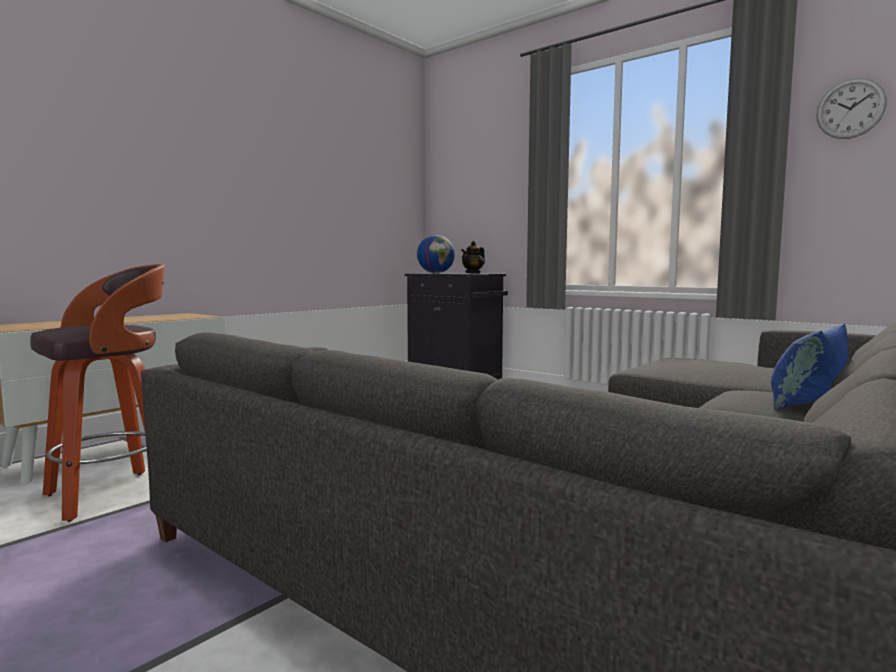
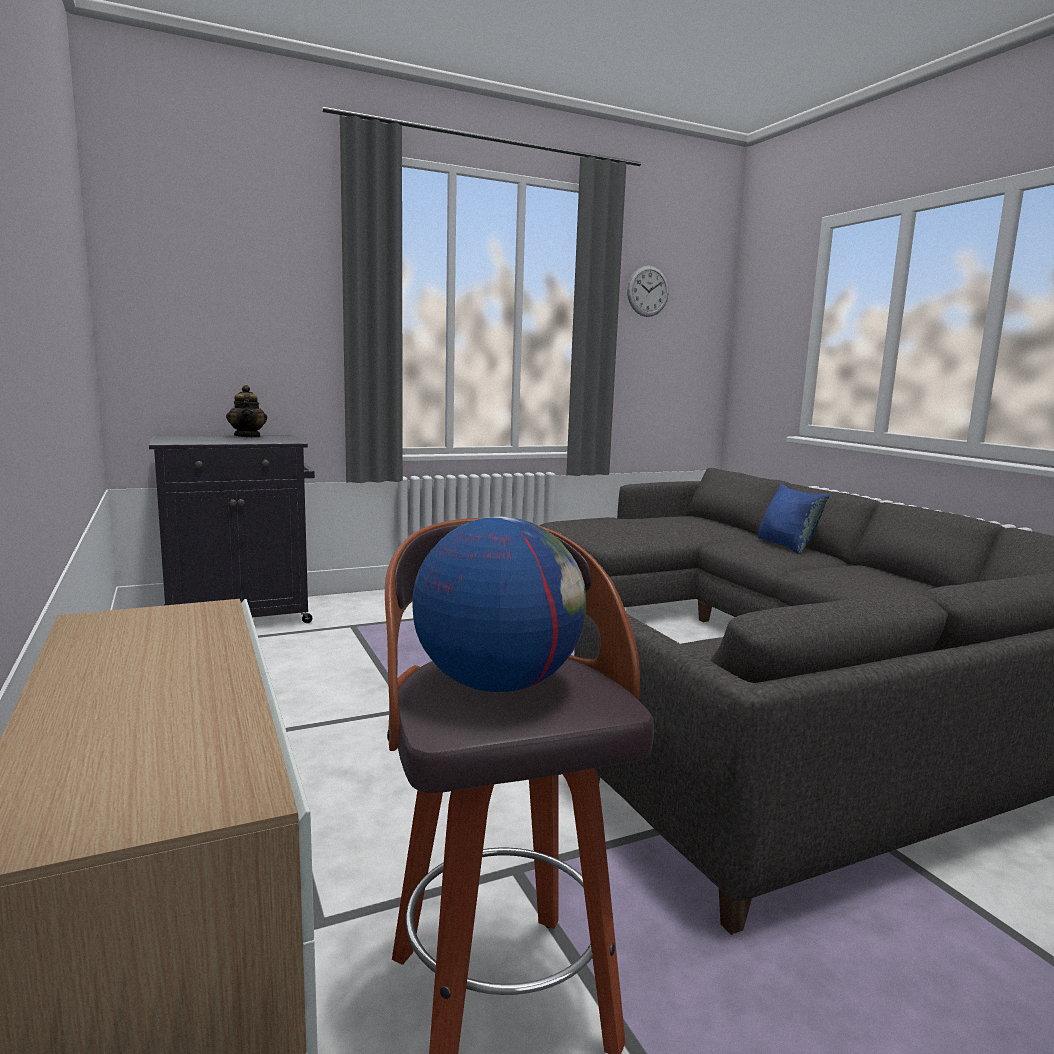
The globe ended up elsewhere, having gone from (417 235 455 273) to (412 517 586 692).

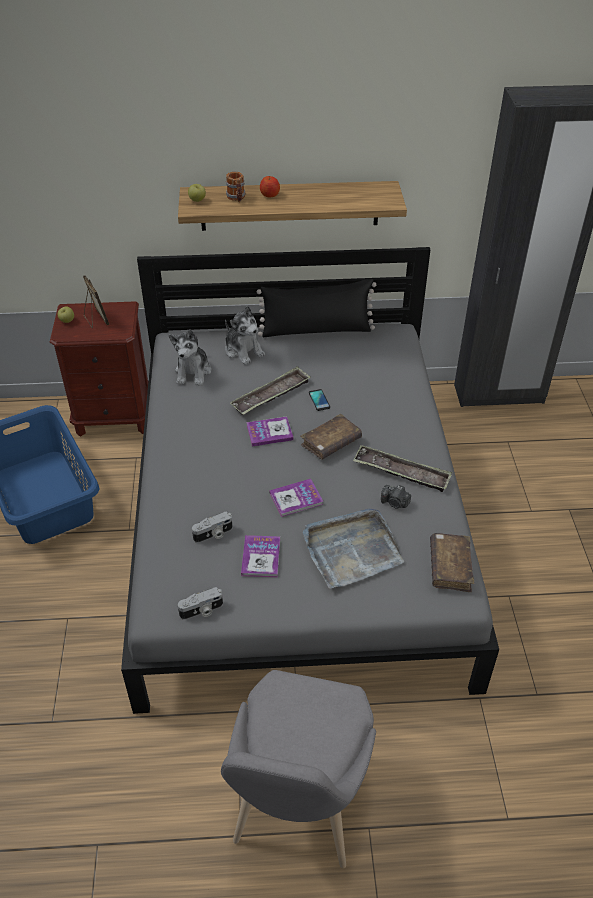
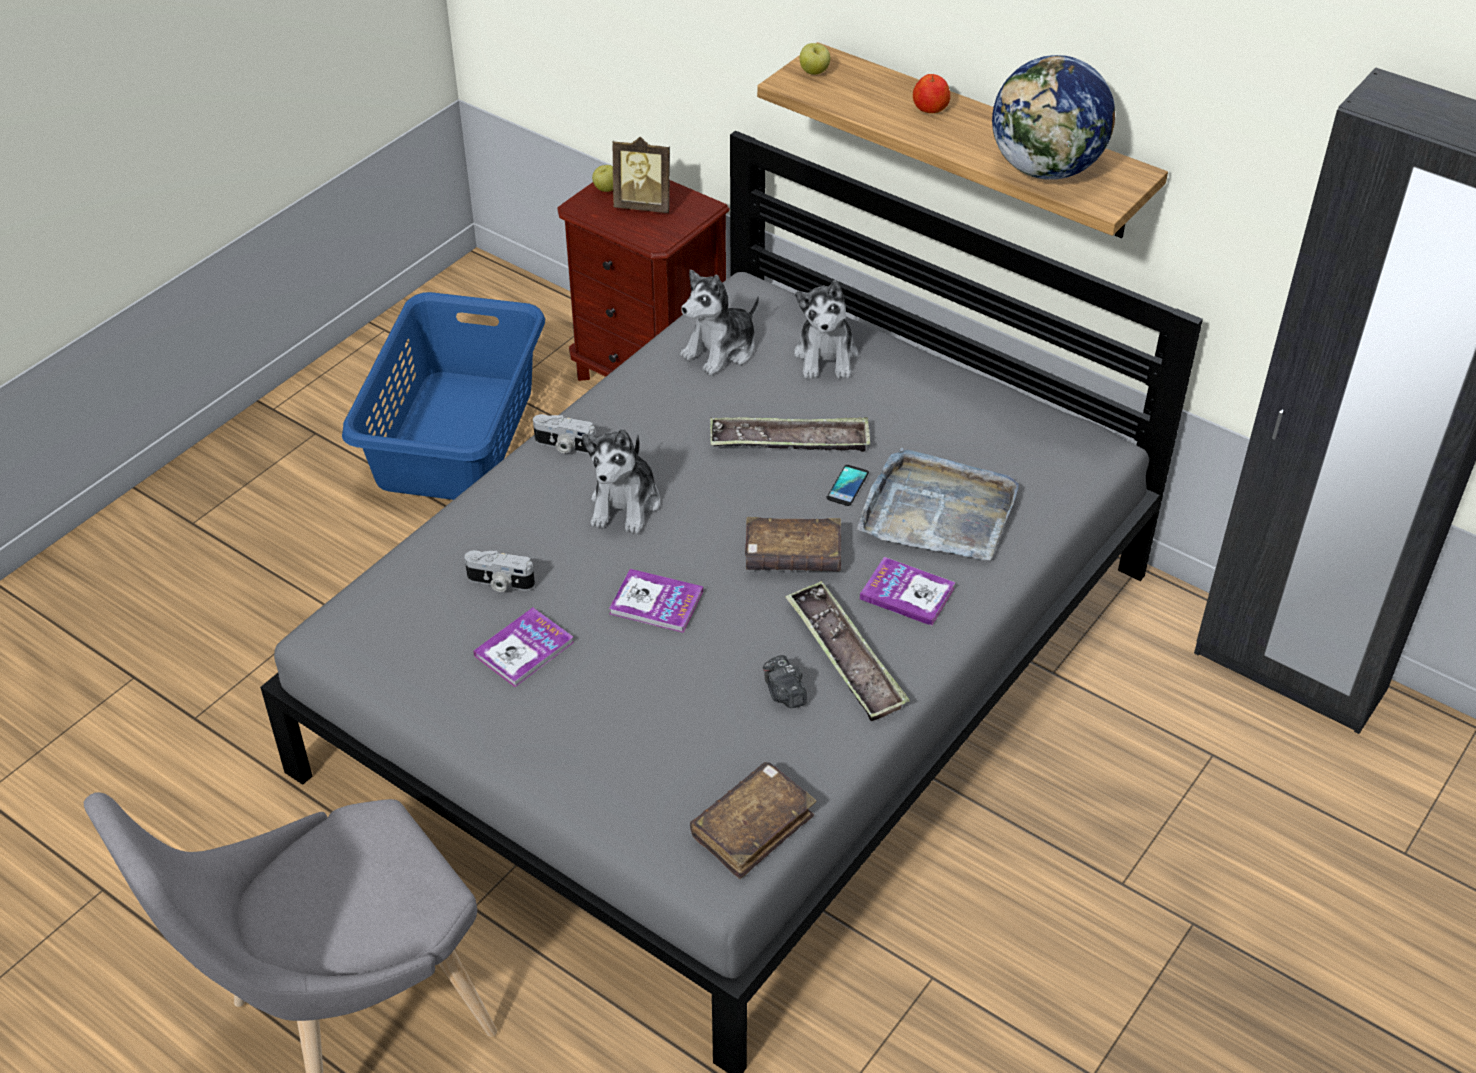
The second view lost the mug at (226 172 246 202). The second view lost the black pillow at (257 278 376 337). The second view gained the plush toy at (582 429 660 534). The second view gained the globe at (992 55 1115 180). The photo camera ended up elsewhere, having gone from (178 587 223 620) to (533 414 596 454). The book ended up elsewhere, having gone from (246 416 294 447) to (860 557 955 626). The grey tray ended up elsewhere, having gone from (303 508 404 589) to (857 448 1019 560). The picture frame at (83 275 109 328) ended up facing another way, 90 degrees clockwise from before.

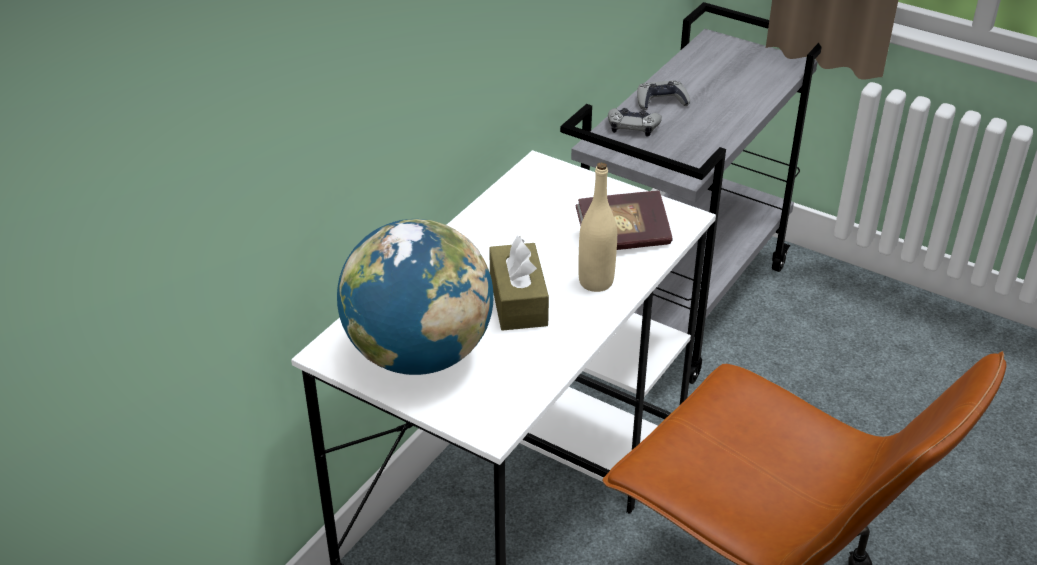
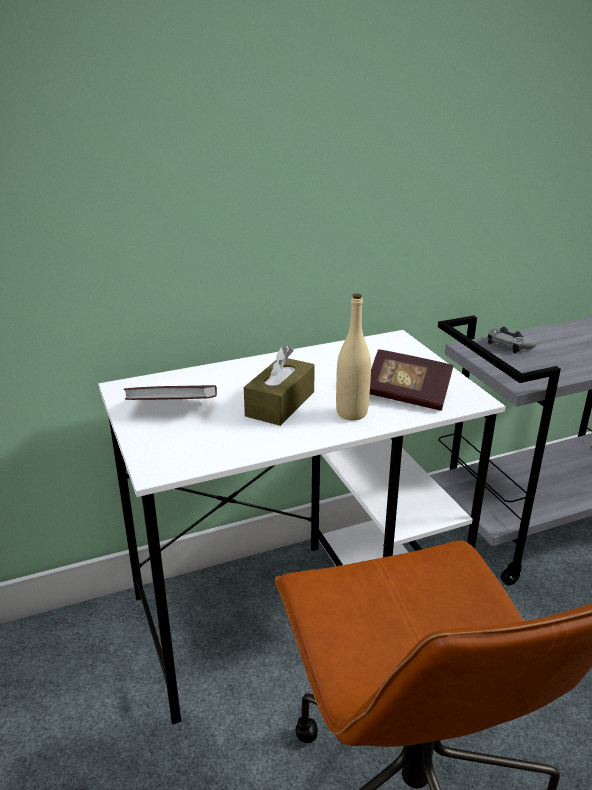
The second view lost the grey game controller at (637 81 690 110). Where the globe stood at (337 219 494 375), the book came to stand at (124 385 217 400).

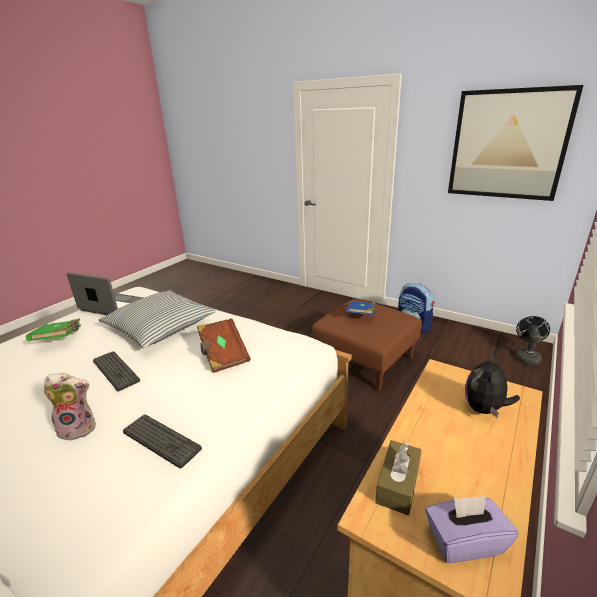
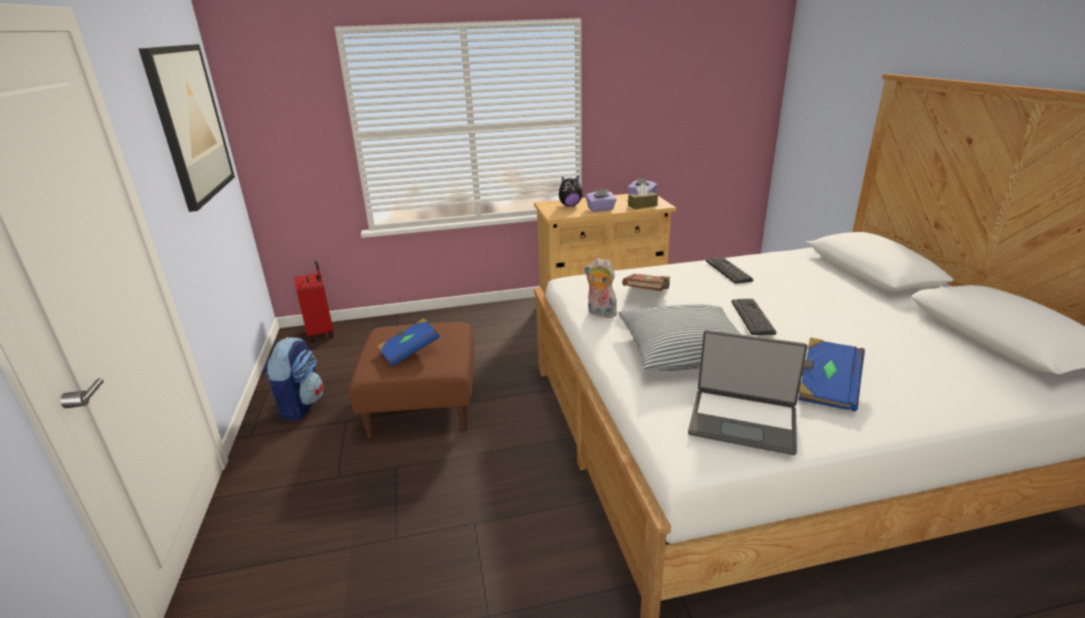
The second view gained the purple tissue box at (586 189 617 212). The plush toy ended up elsewhere, having gone from (44 372 96 440) to (584 258 617 318). Where the black fan stood at (516 316 550 365), the red suitcase came to stand at (294 261 334 342). What was the green book at (26 318 81 341) turned into the blue book at (798 338 865 412). The laptop at (67 272 143 315) ended up facing another way, 45 degrees counterclockwise from before.

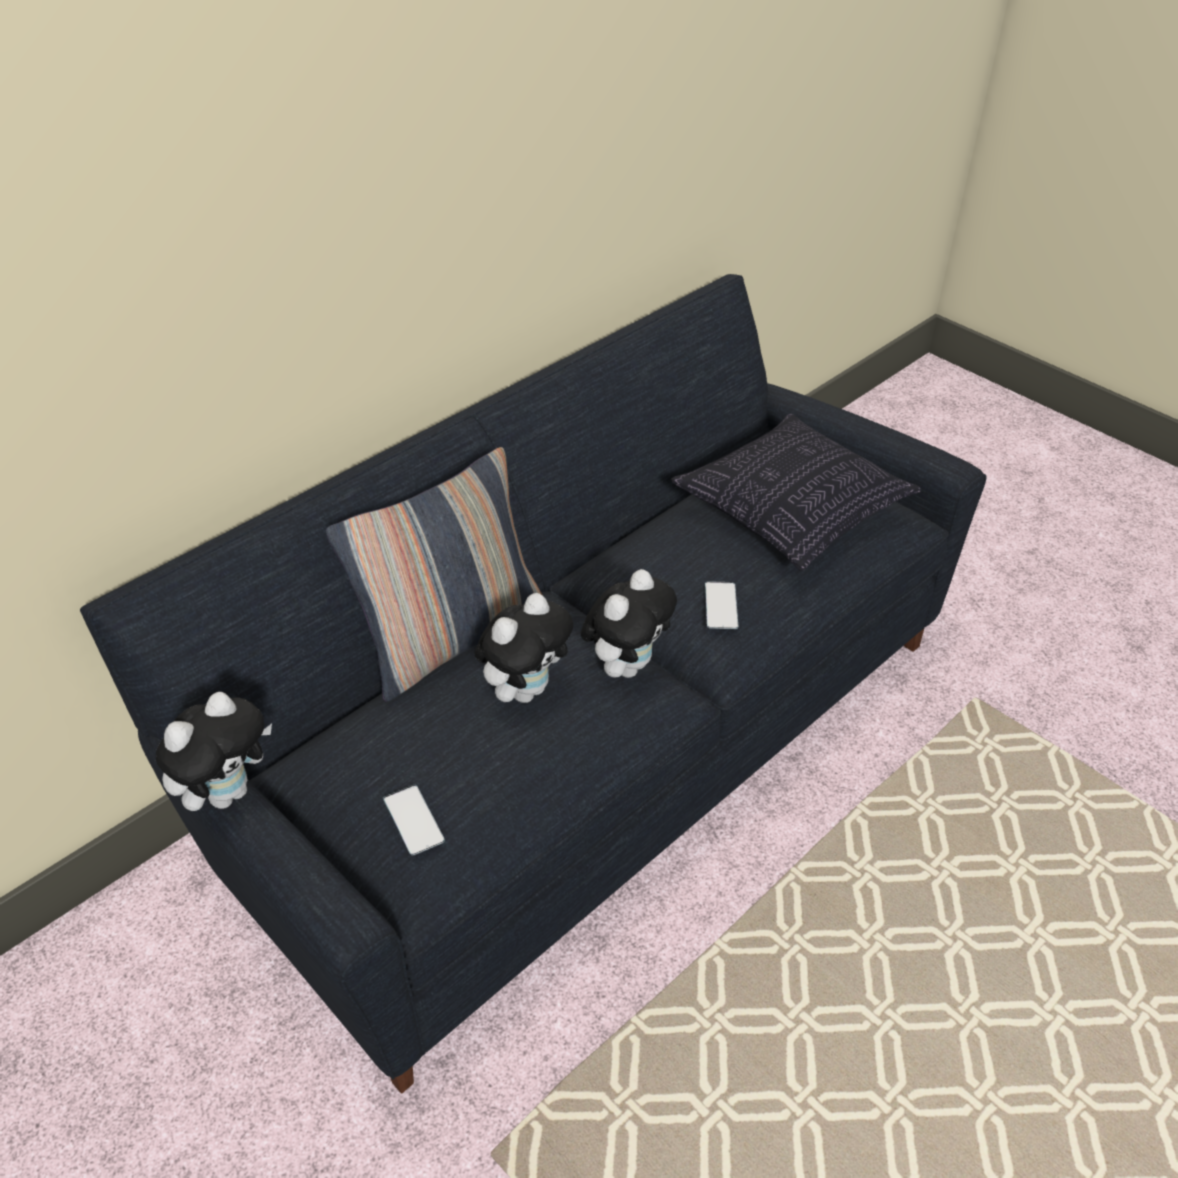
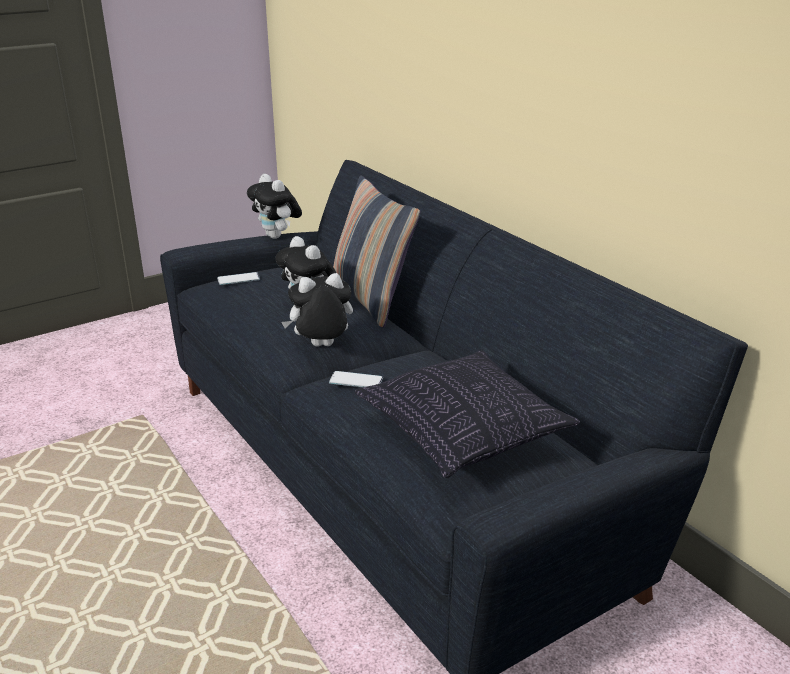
The plush toy at (581 569 677 678) ended up facing another way, 120 degrees clockwise from before.

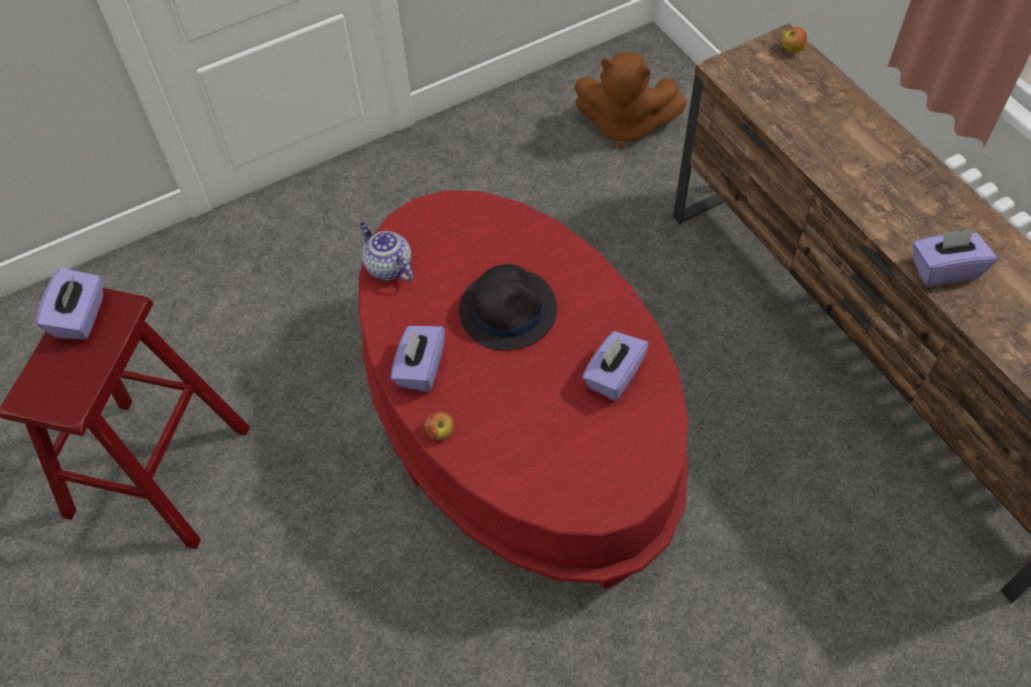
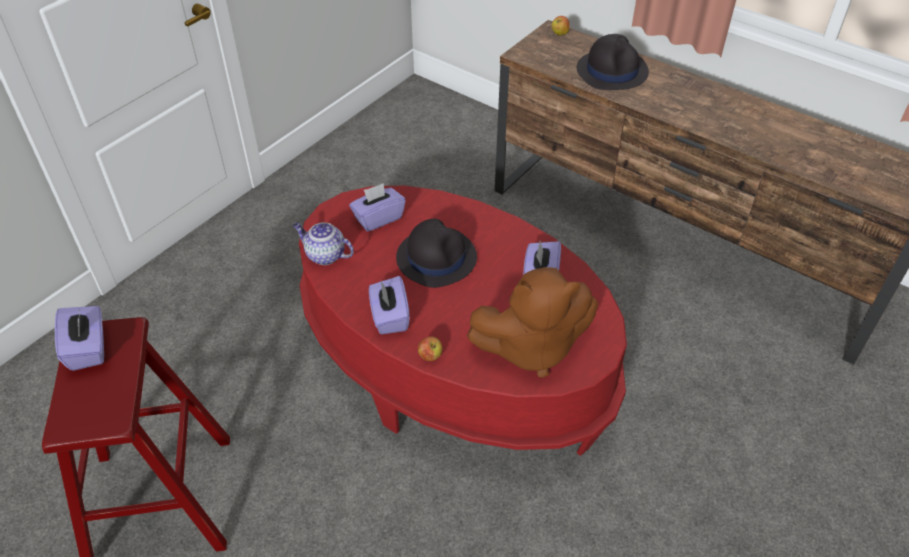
The second view gained the black hat at (577 34 649 90). The brown plush toy ended up elsewhere, having gone from (574 52 687 148) to (467 267 598 378). The purple tissue box ended up elsewhere, having gone from (913 229 997 286) to (349 183 406 232).

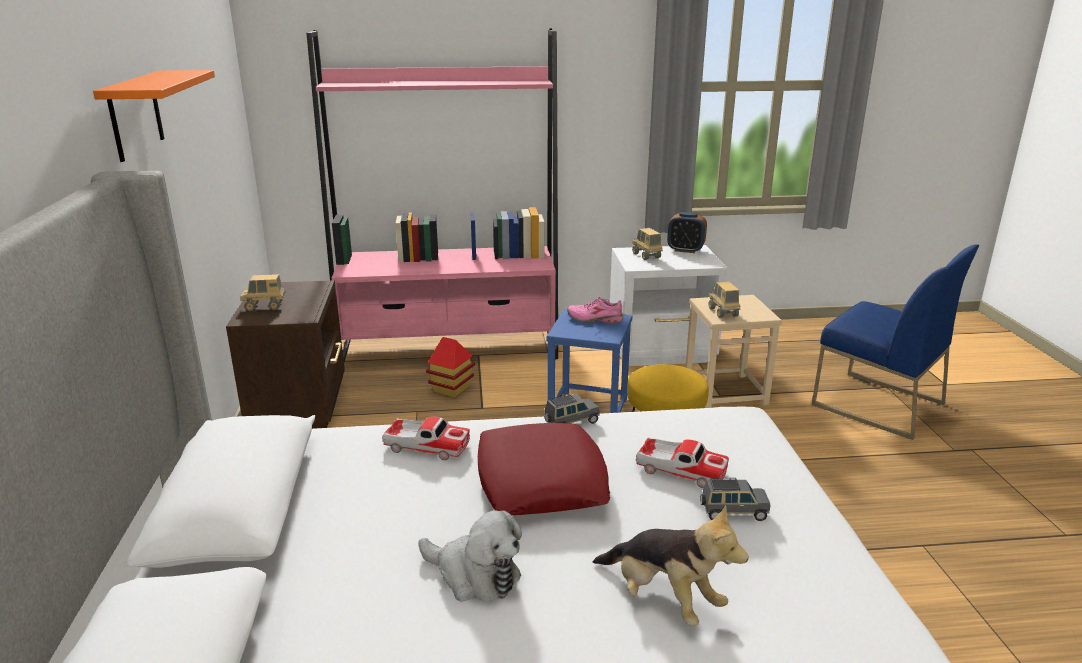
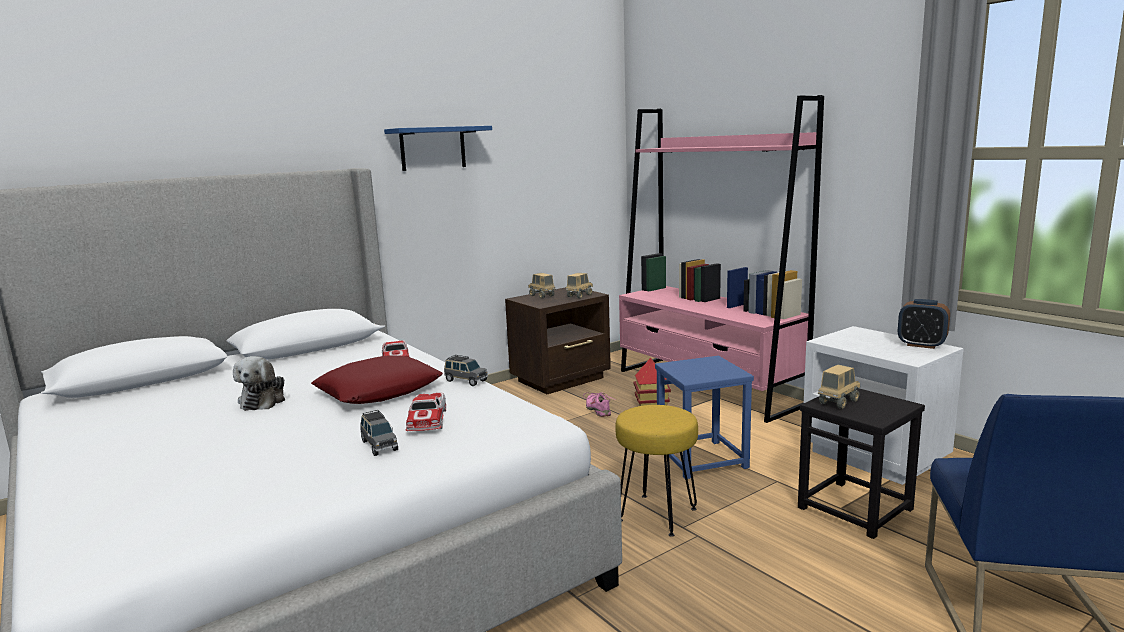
The second view lost the plush toy at (593 504 749 626). The pink shoe ended up elsewhere, having gone from (567 297 623 323) to (583 393 614 417). The toy truck ended up elsewhere, having gone from (632 228 663 260) to (566 273 593 299). What was the orange shelf at (93 70 215 162) turned into the blue shelf at (384 126 492 171). What was the beige stool at (685 295 782 408) turned into the black stool at (798 388 925 539). The alarm clock at (667 212 707 253) ended up facing another way, 45 degrees counterclockwise from before.

